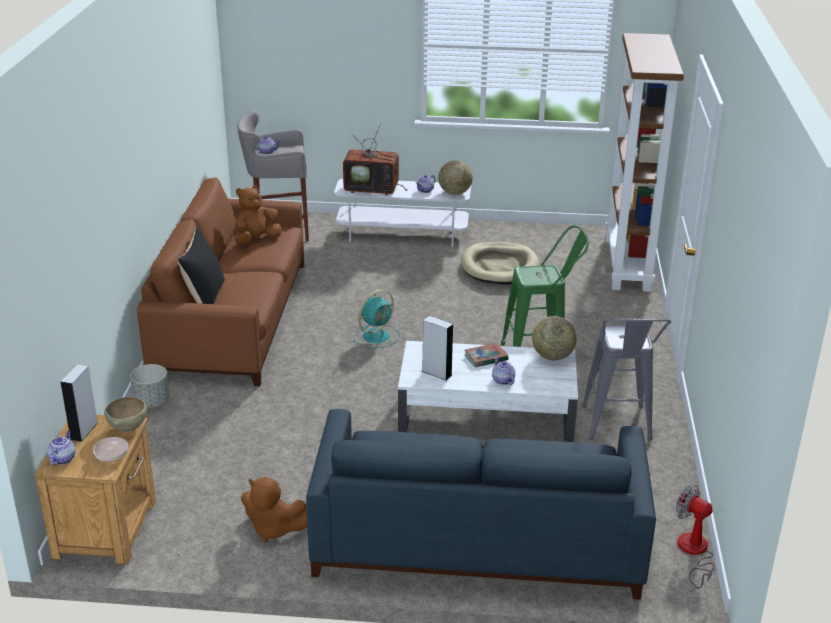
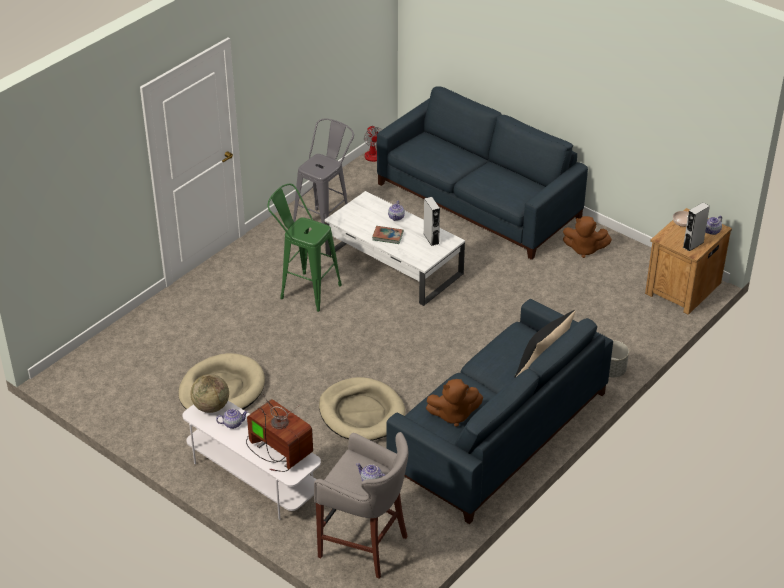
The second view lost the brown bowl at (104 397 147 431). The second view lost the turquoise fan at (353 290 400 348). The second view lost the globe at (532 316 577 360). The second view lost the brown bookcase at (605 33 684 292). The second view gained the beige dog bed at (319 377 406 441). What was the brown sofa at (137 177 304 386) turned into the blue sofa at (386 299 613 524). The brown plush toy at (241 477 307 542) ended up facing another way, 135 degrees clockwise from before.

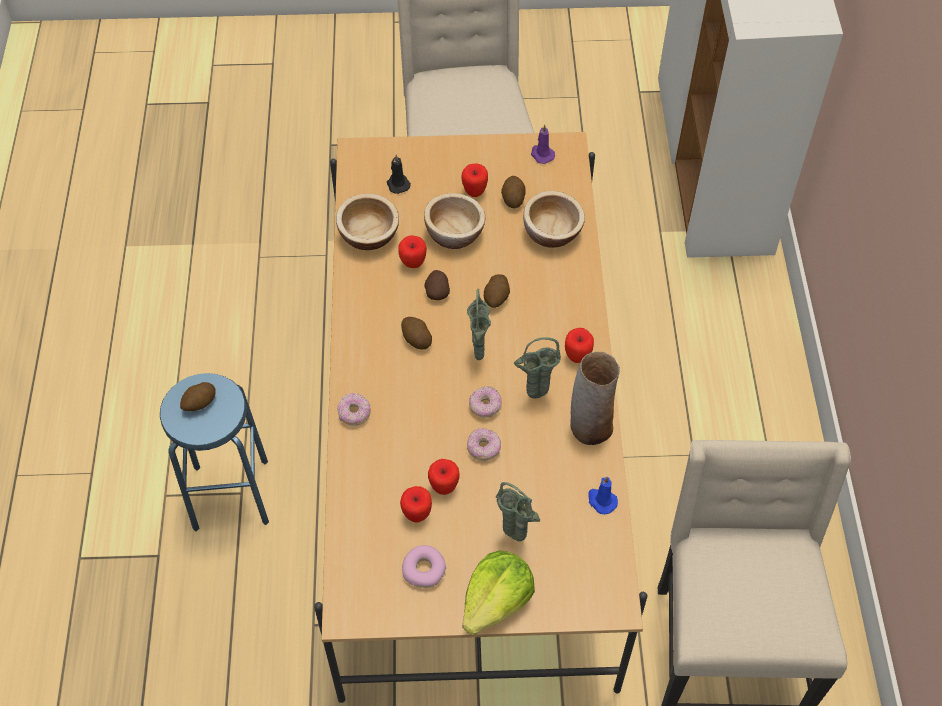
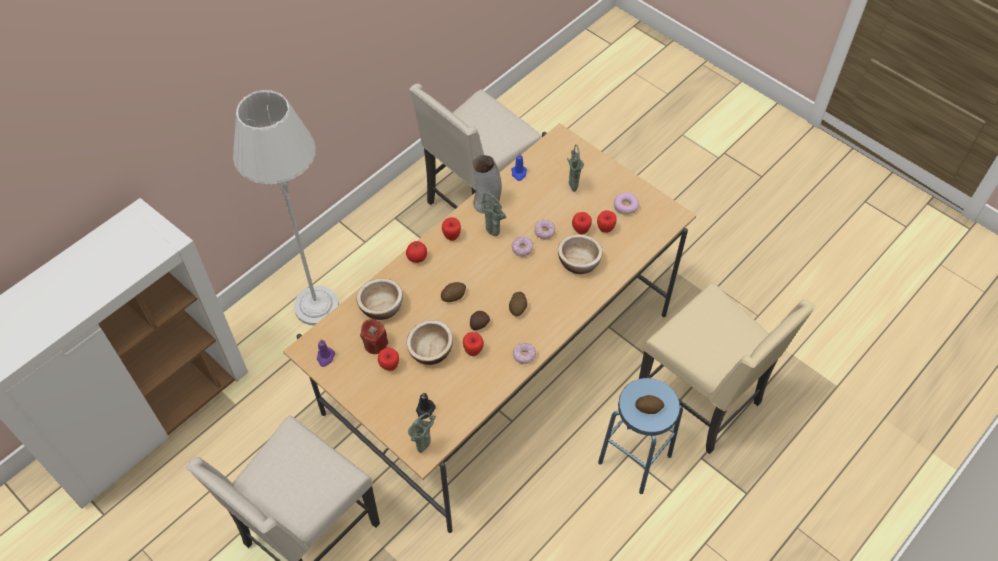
The second view lost the lettuce at (462 550 535 635). The second view gained the grey floor lamp at (232 90 339 325). The second view gained the tomato at (406 241 427 263). The second view gained the beige chair at (639 283 816 454). The bowl ended up elsewhere, having gone from (336 194 399 250) to (558 234 603 274). The donut ended up elsewhere, having gone from (338 393 371 426) to (513 343 536 364). The green vase ended up elsewhere, having gone from (467 289 491 360) to (408 413 436 453). Where the potato stood at (501 176 526 208), the red candle came to stand at (360 318 388 354).

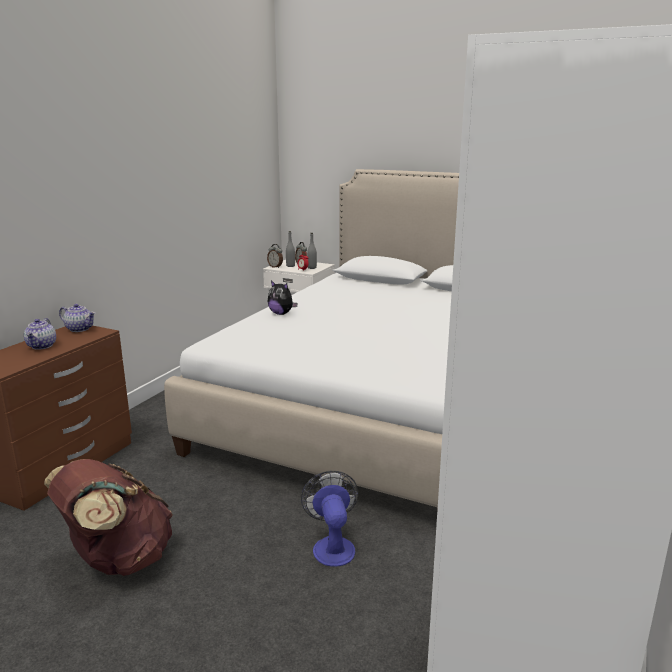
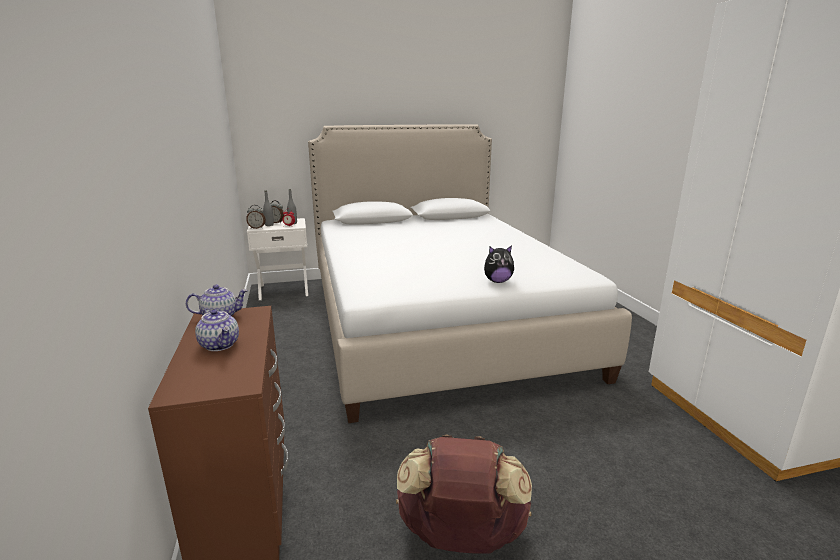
The second view lost the fan at (301 471 358 567). The plush toy ended up elsewhere, having gone from (268 280 298 315) to (484 245 514 283).

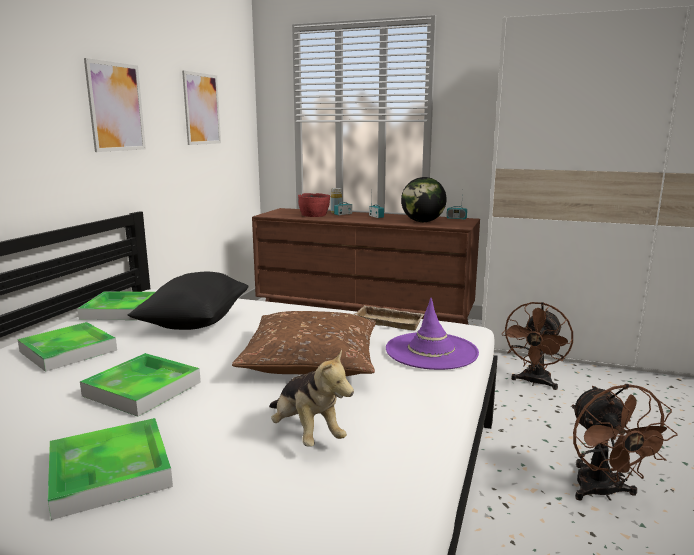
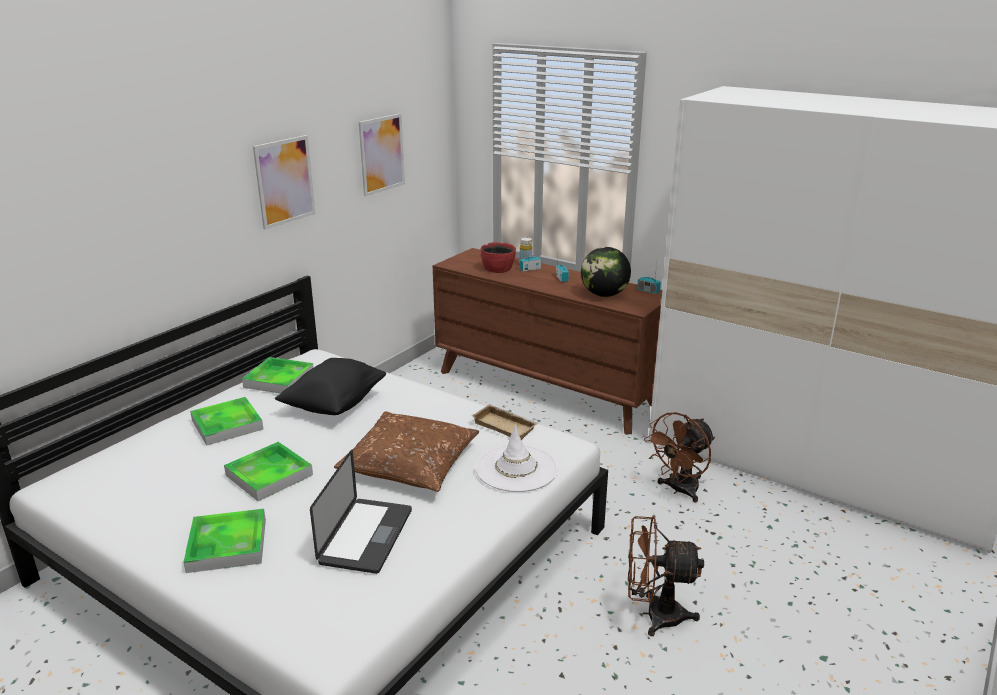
Where the plush toy stood at (269 349 354 447), the laptop came to stand at (310 450 412 574). What was the purple hat at (386 298 479 370) turned into the white hat at (475 424 558 492). The brown fan at (572 384 678 501) ended up facing another way, 90 degrees clockwise from before.

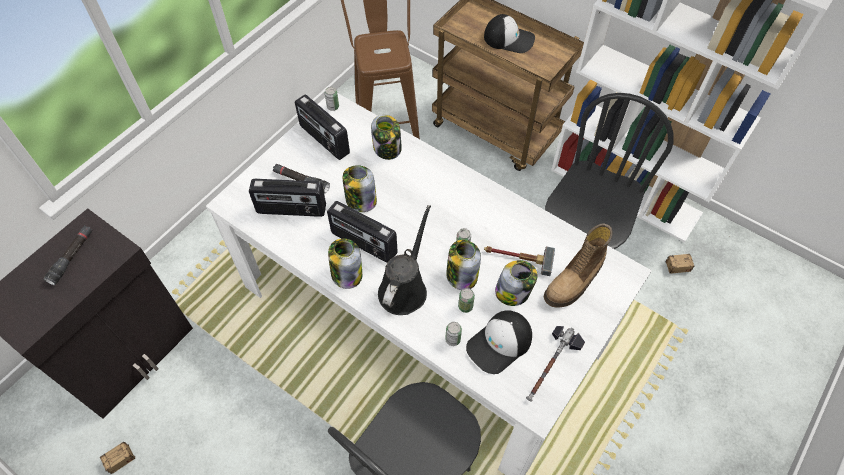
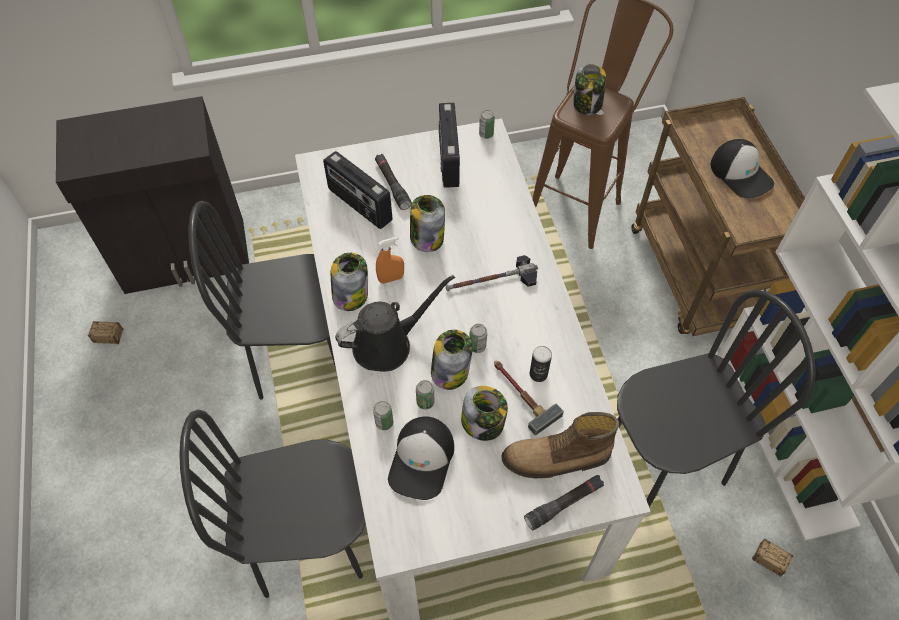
The second view gained the black chair at (188 201 336 399). The second view gained the can at (530 346 552 382). The black flashlight ended up elsewhere, having gone from (43 225 92 285) to (524 475 604 530). The jar ended up elsewhere, having gone from (371 115 402 160) to (573 64 606 115). The hammer ended up elsewhere, having gone from (526 326 585 402) to (446 255 538 291). Where the radio stood at (327 201 398 263), the orange spray bottle came to stand at (376 237 404 284). The cap at (466 310 532 374) ended up facing another way, 75 degrees counterclockwise from before.

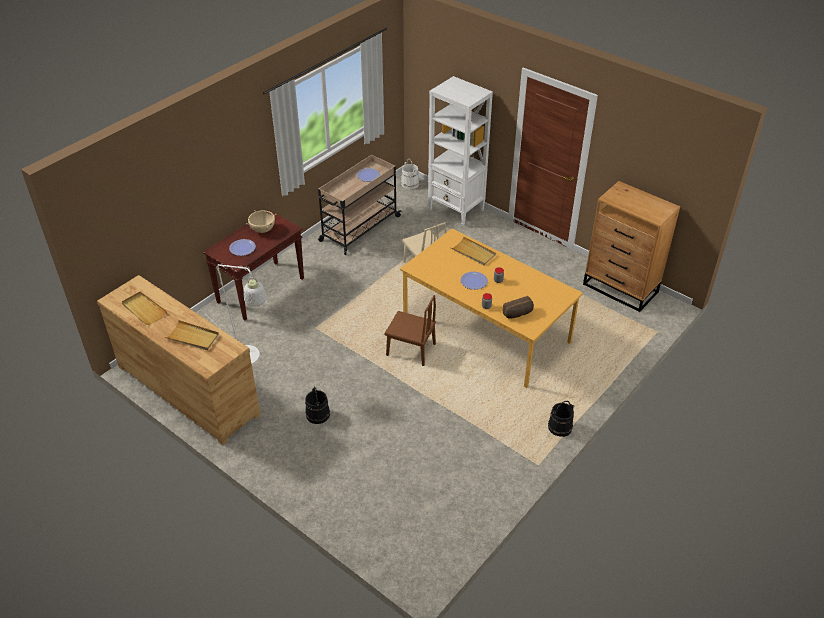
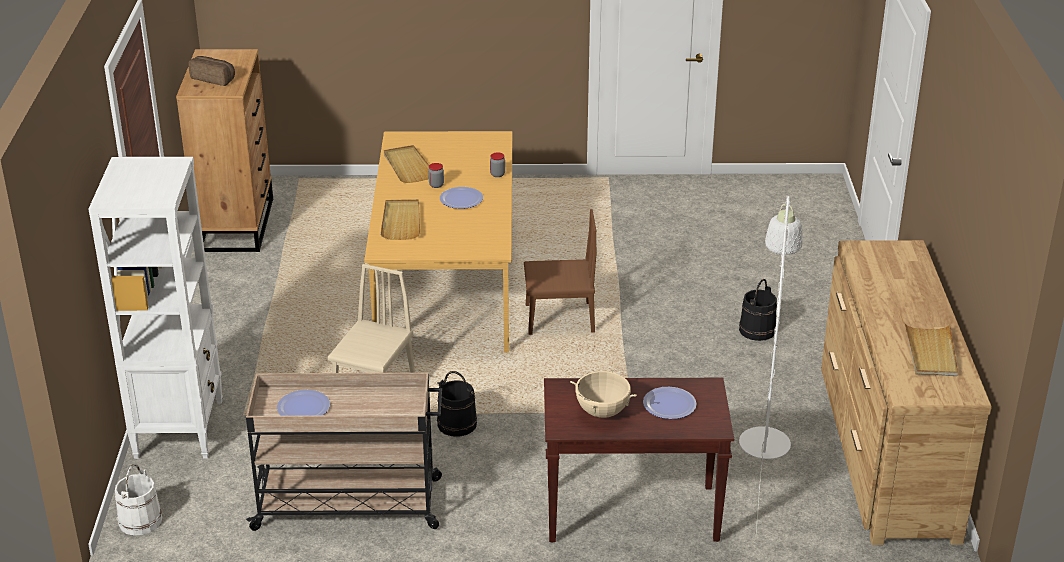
The beige tray ended up elsewhere, having gone from (165 320 219 350) to (384 145 429 183). The bread ended up elsewhere, having gone from (503 296 534 319) to (189 56 235 86). The black bucket ended up elsewhere, having gone from (548 401 574 437) to (437 371 477 437). The brown chair at (384 295 436 366) ended up facing another way, 105 degrees clockwise from before.

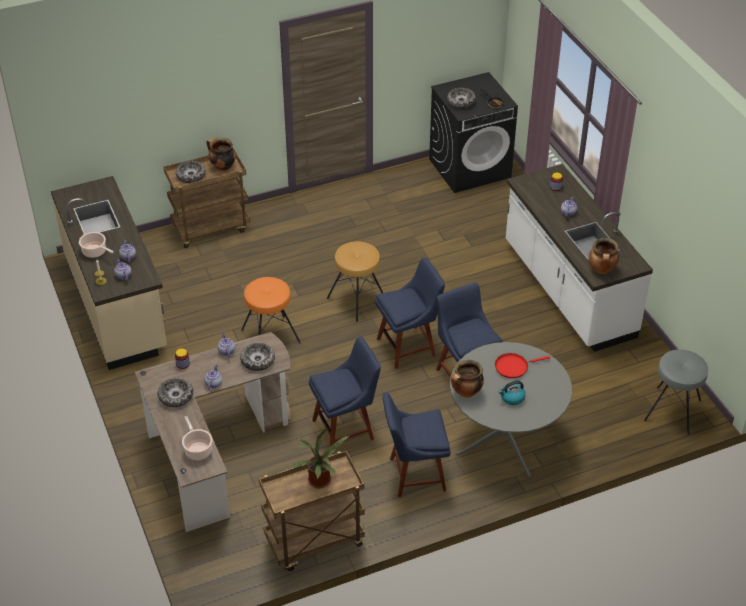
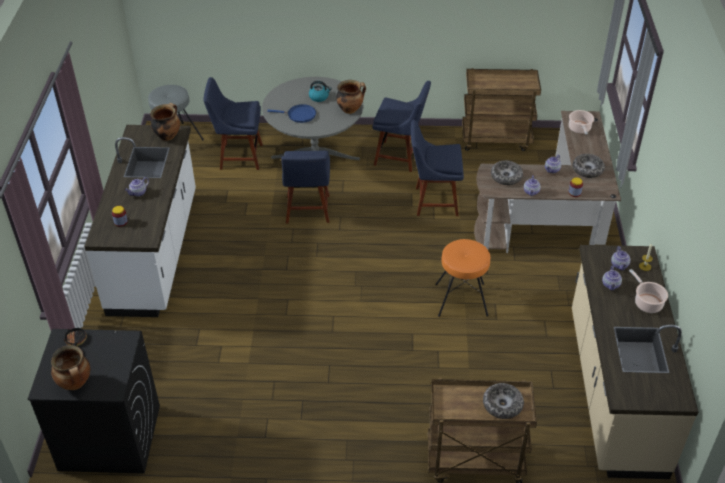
The second view lost the potted plant at (290 428 349 488). The second view lost the brown stool at (327 241 383 322). The second view lost the bowl at (447 88 476 109). The cooking pot ended up elsewhere, having gone from (206 138 236 171) to (51 345 90 390). The blue chair ended up elsewhere, having gone from (375 257 445 369) to (203 77 263 170). What was the red frying pan at (495 353 550 378) turned into the blue frying pan at (267 104 316 123).

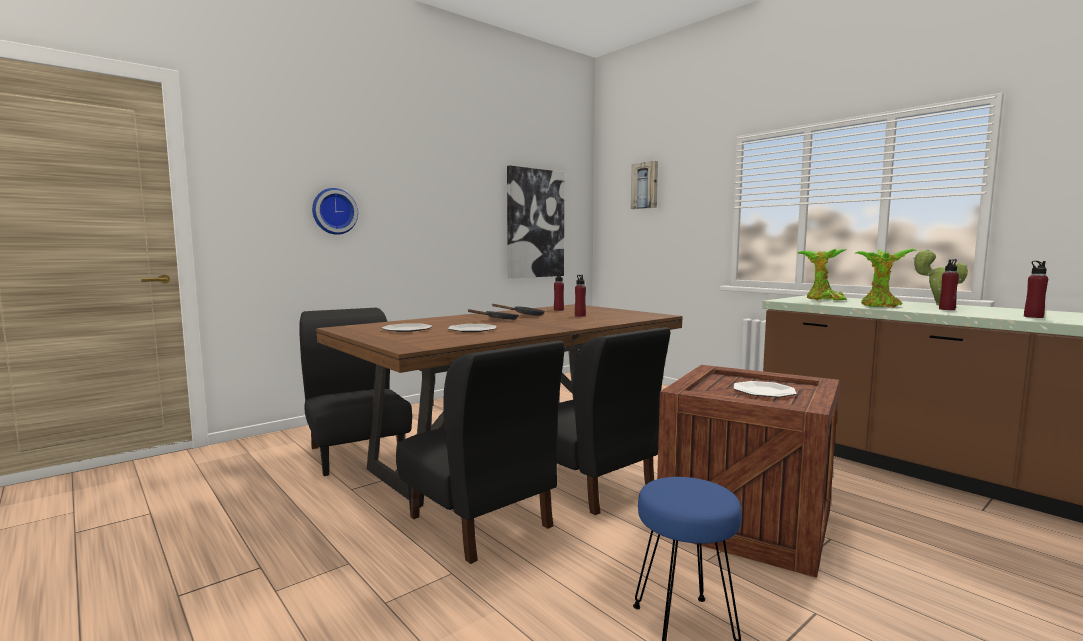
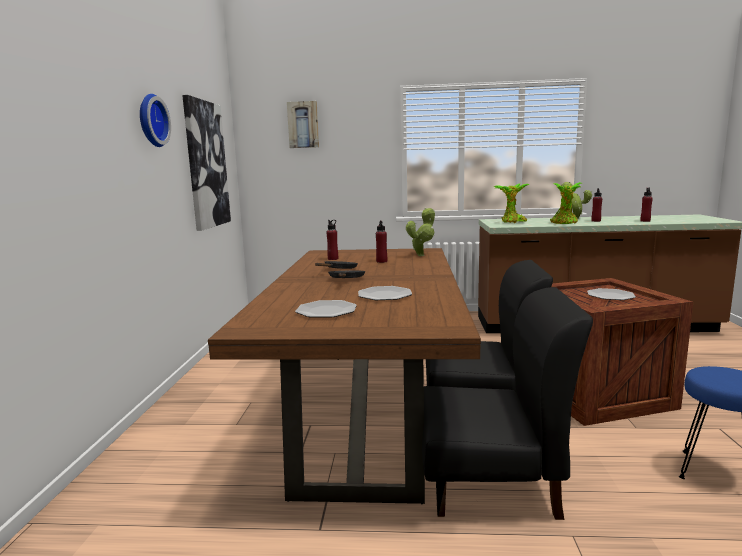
The second view lost the black chair at (299 308 412 476). The second view gained the potted plant at (406 208 435 256). The wall clock ended up elsewhere, having gone from (312 188 358 235) to (140 94 171 147).

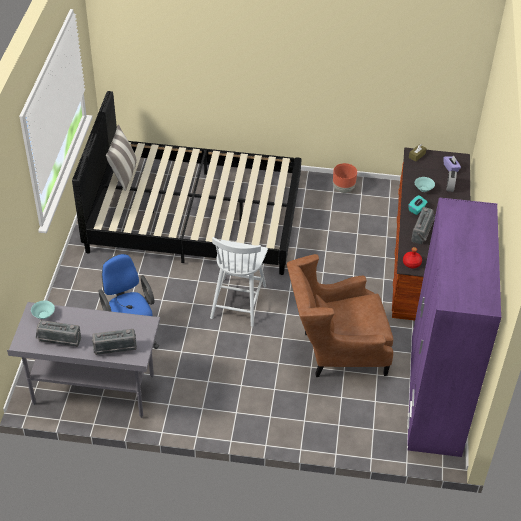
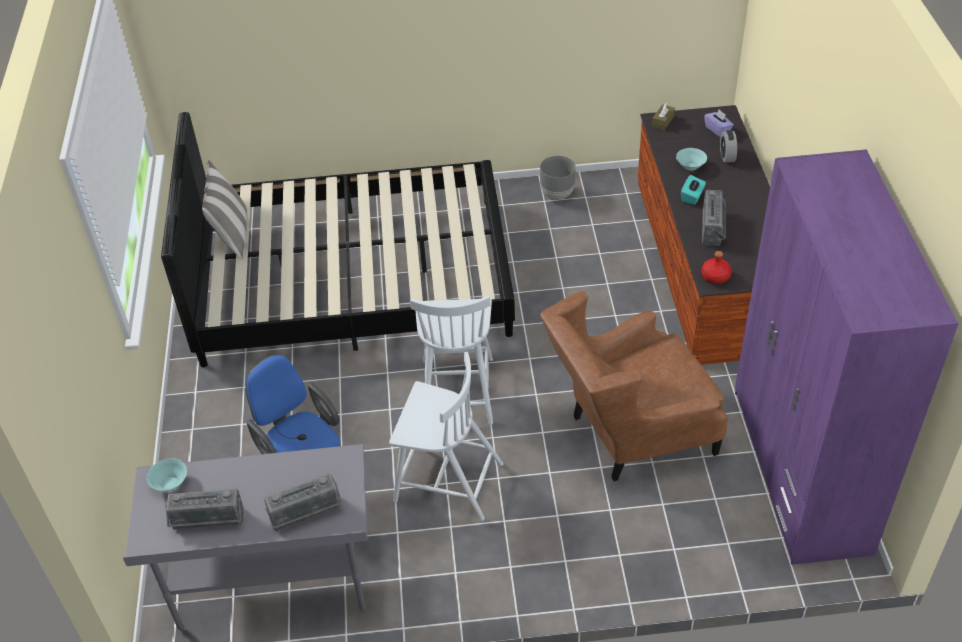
The second view gained the white chair at (389 352 504 521). What was the brown planter at (333 163 357 193) turned into the grey planter at (540 156 576 200).

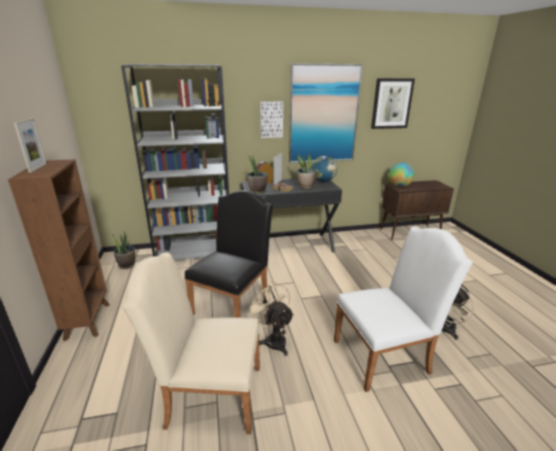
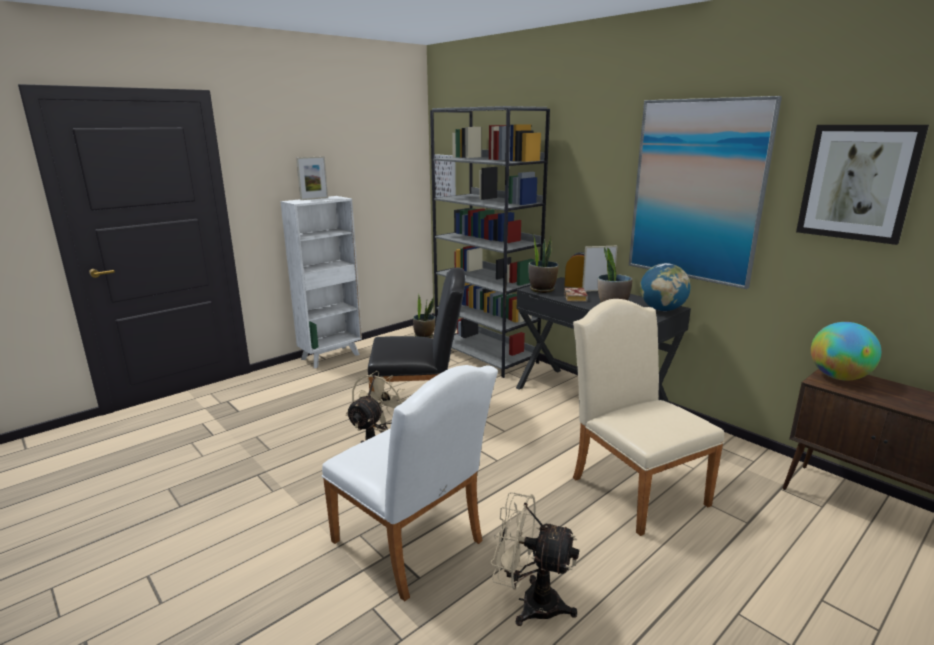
The beige chair ended up elsewhere, having gone from (122 252 260 434) to (573 299 724 536). The picture ended up elsewhere, having gone from (260 102 283 138) to (434 155 456 197). What was the brown bookcase at (8 159 110 341) turned into the white bookcase at (280 196 362 368).

